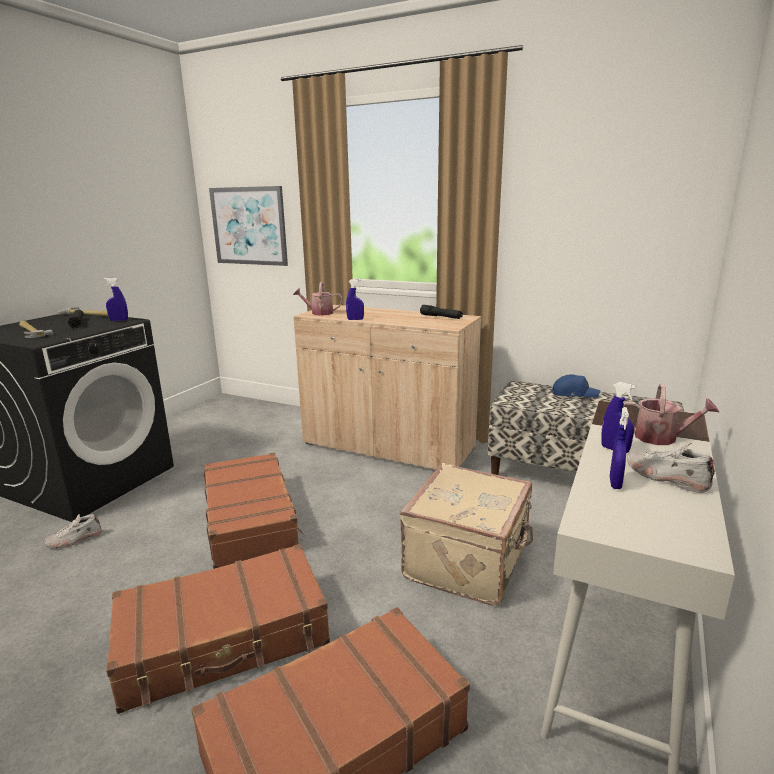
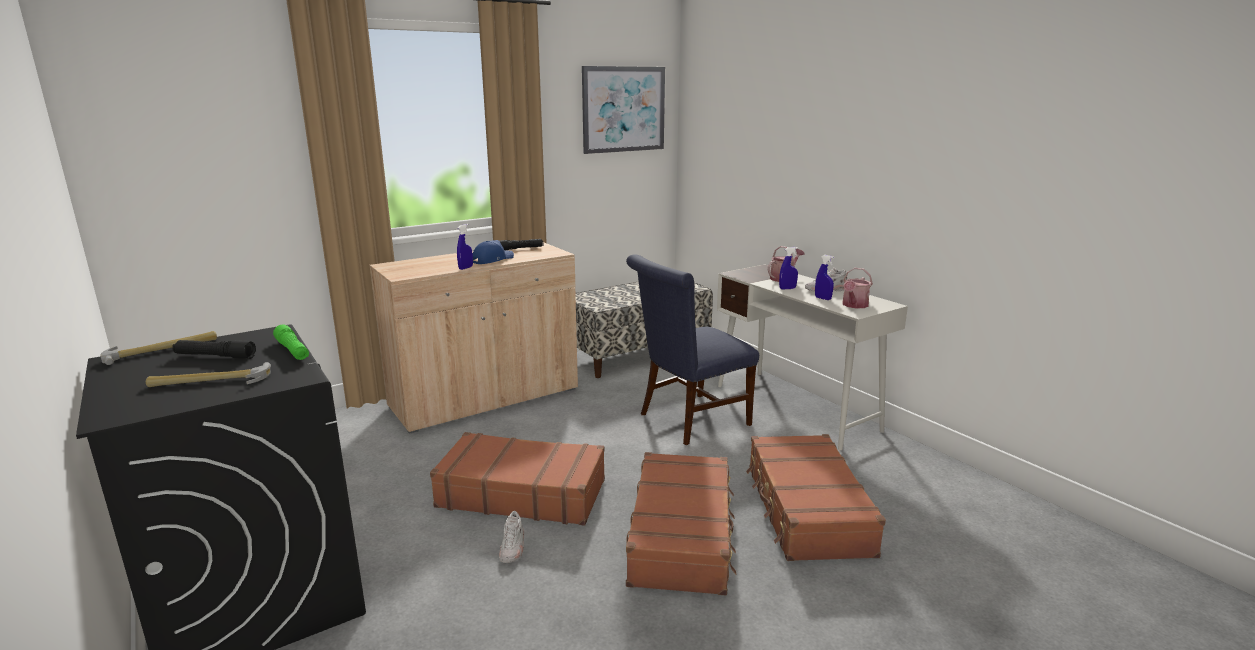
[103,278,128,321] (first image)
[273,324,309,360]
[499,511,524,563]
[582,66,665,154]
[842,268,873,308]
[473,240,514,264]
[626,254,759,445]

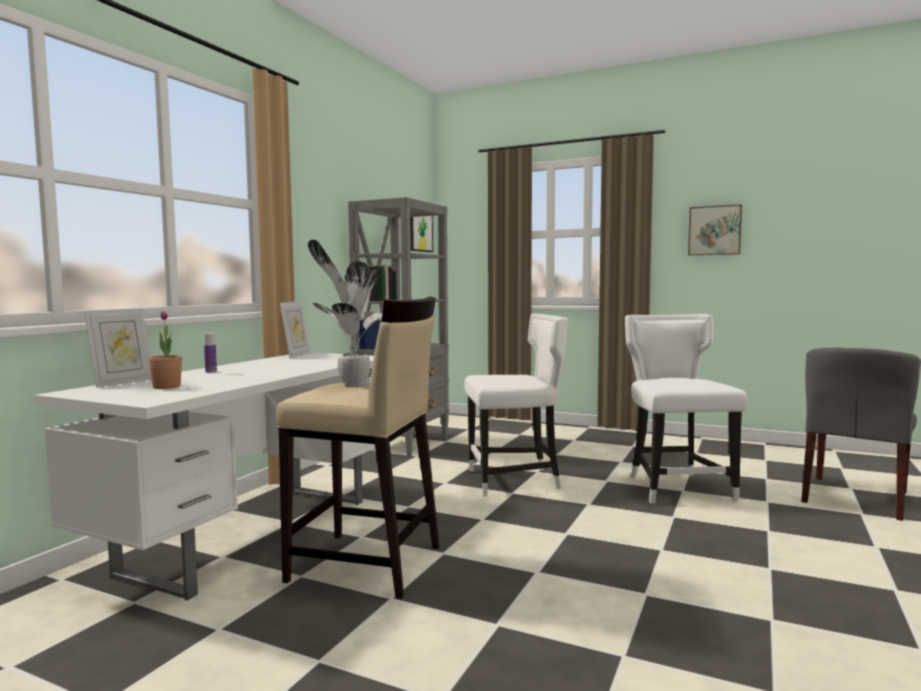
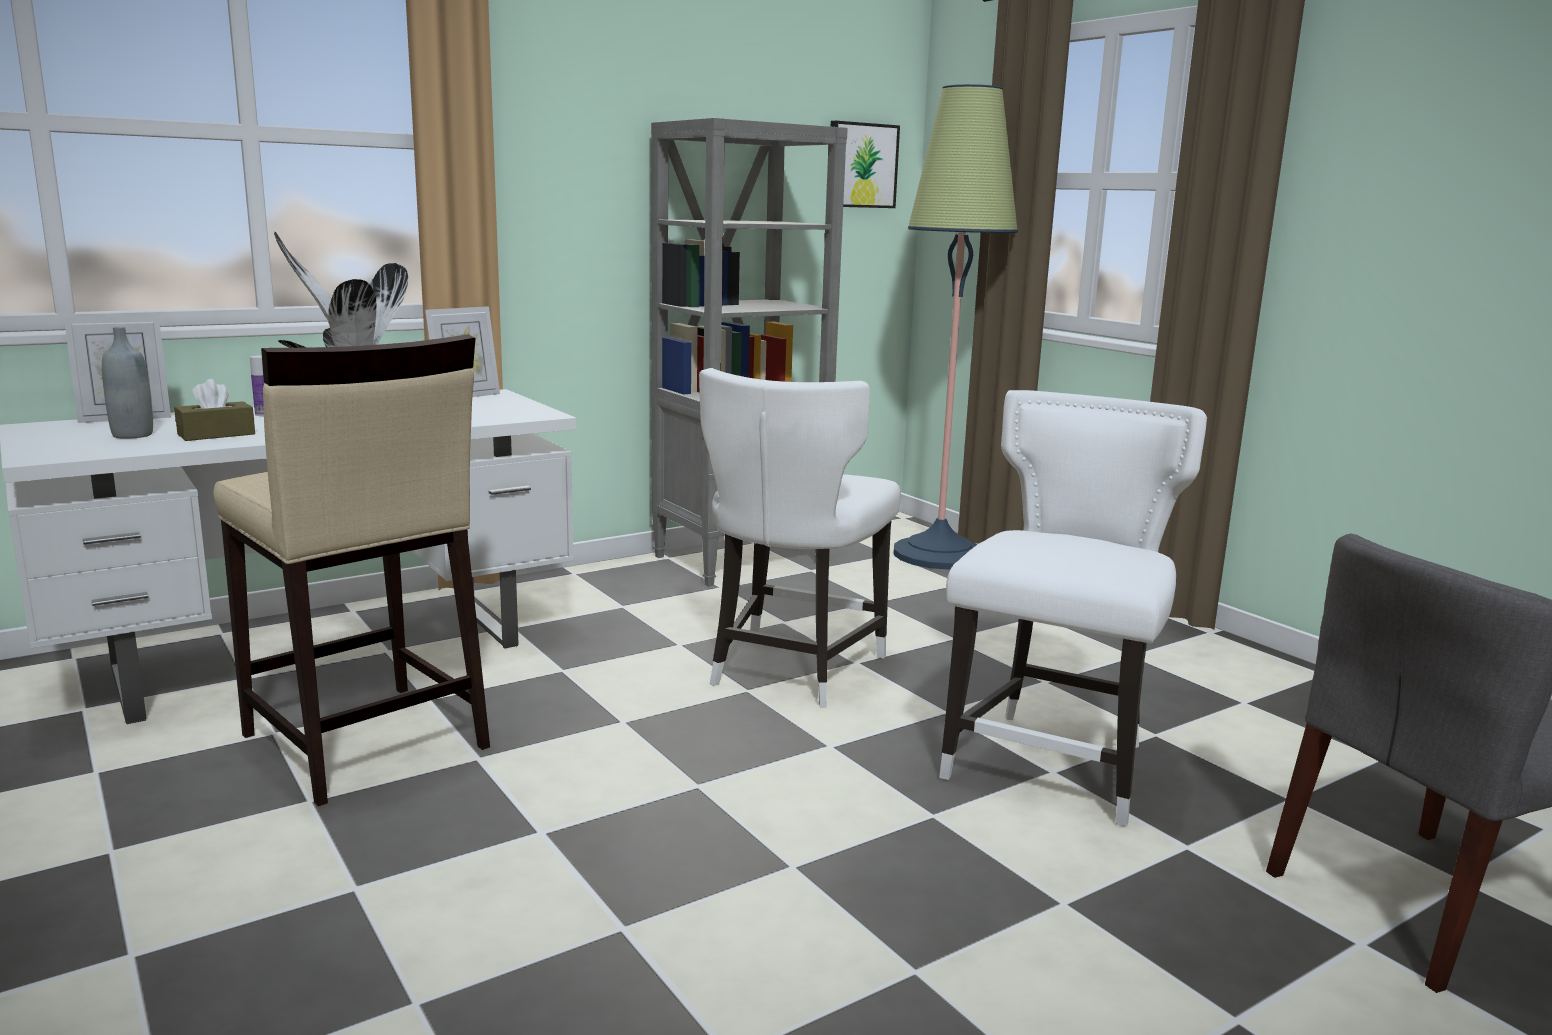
[688,204,742,255] (first image)
[174,379,255,441]
[893,84,1018,570]
[102,327,153,439]
[699,368,901,707]

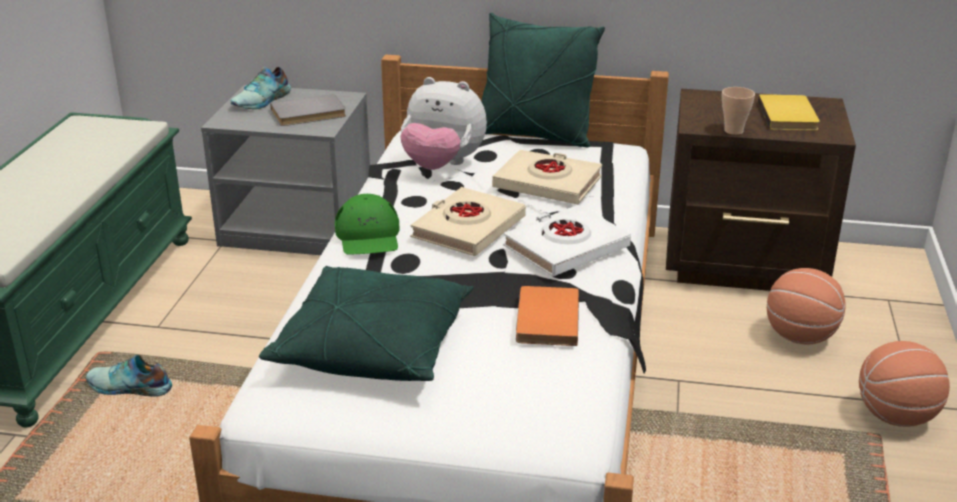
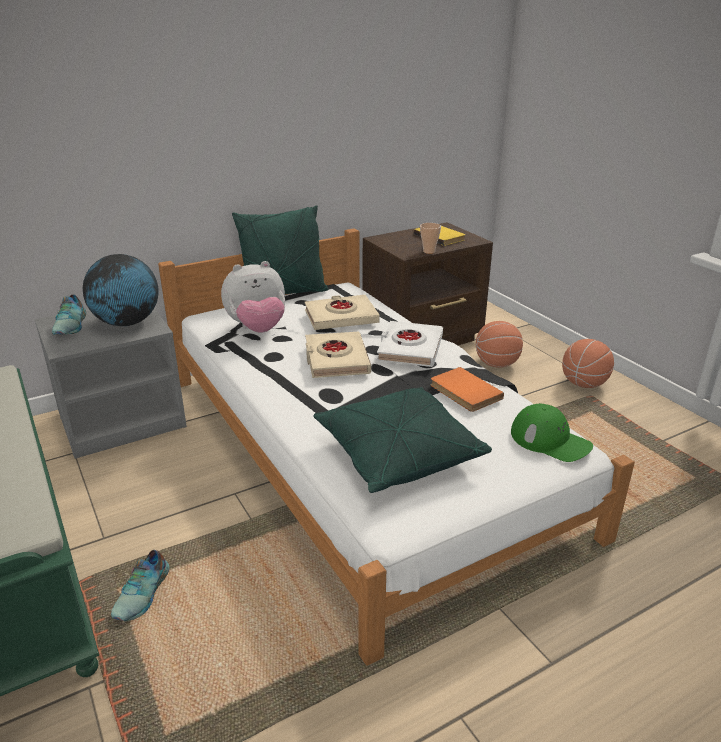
[511,403,593,462]
[83,254,159,326]
[111,550,169,621]

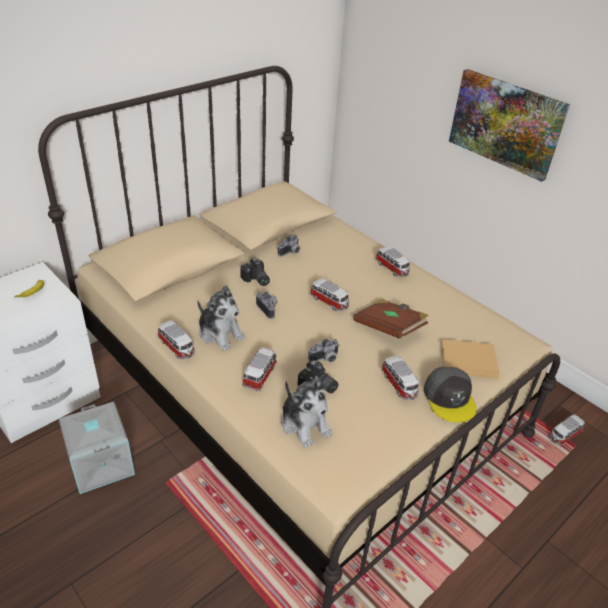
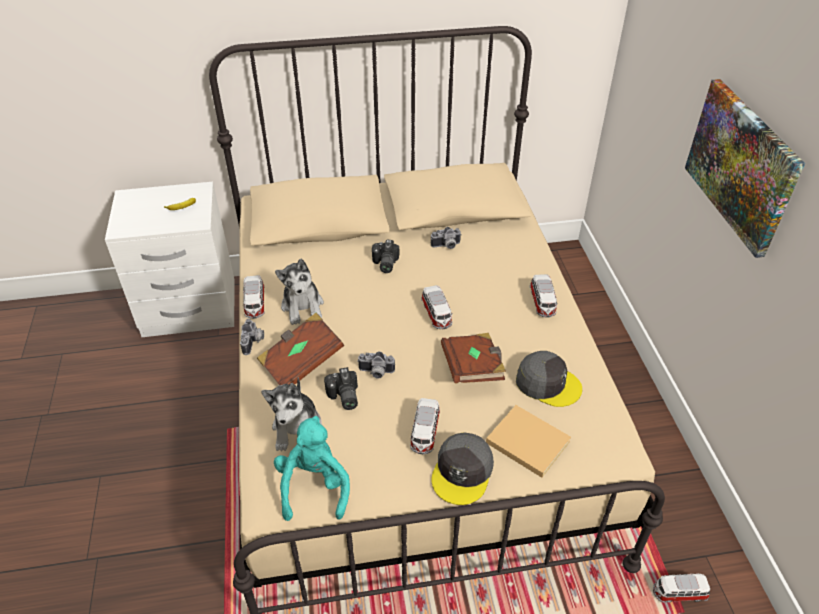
[59,402,135,494] (first image)
[274,416,350,521]
[516,351,582,407]
[240,319,264,355]
[257,313,344,385]

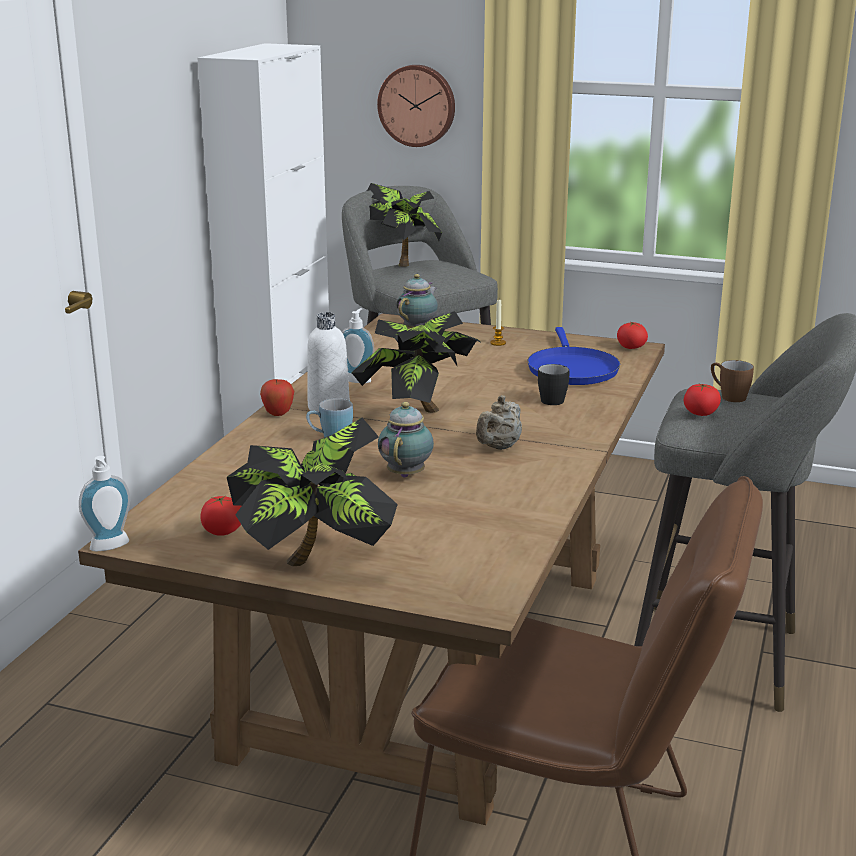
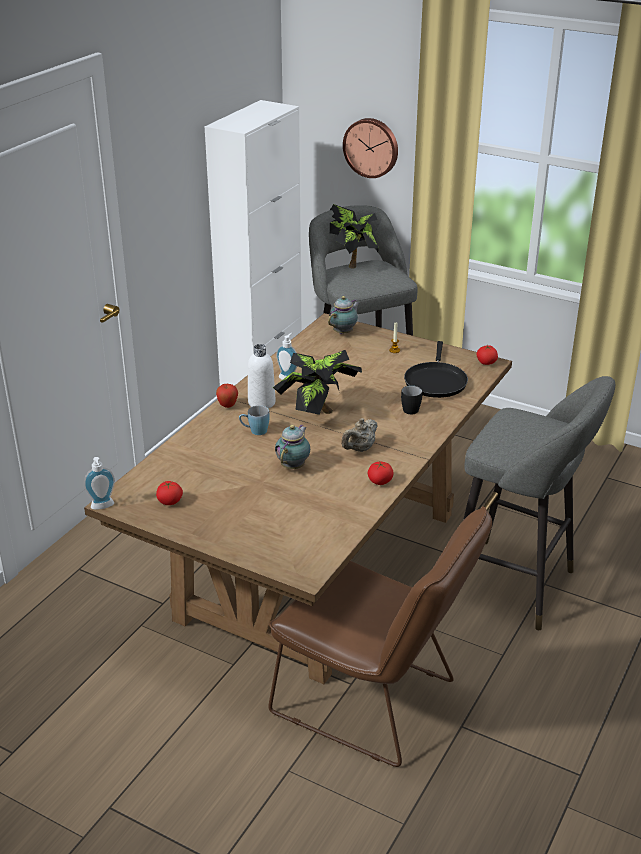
[227,418,398,566] (first image)
[711,360,754,402] (first image)
[368,462,393,485]
[404,341,468,398]

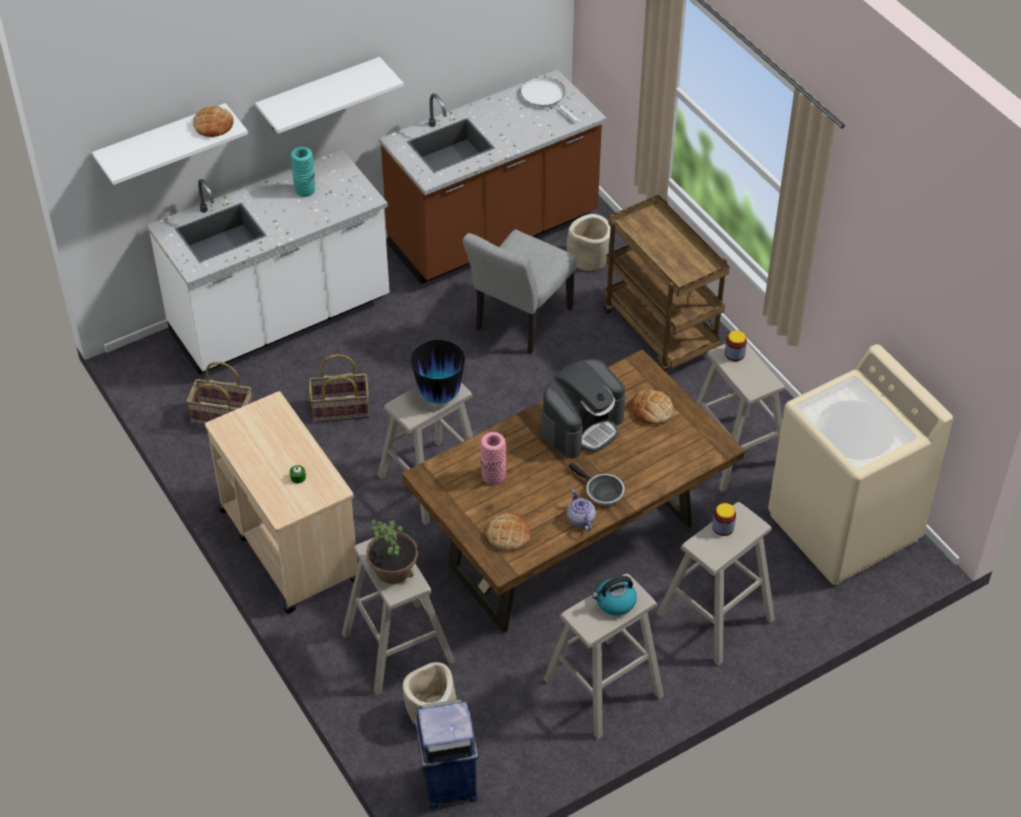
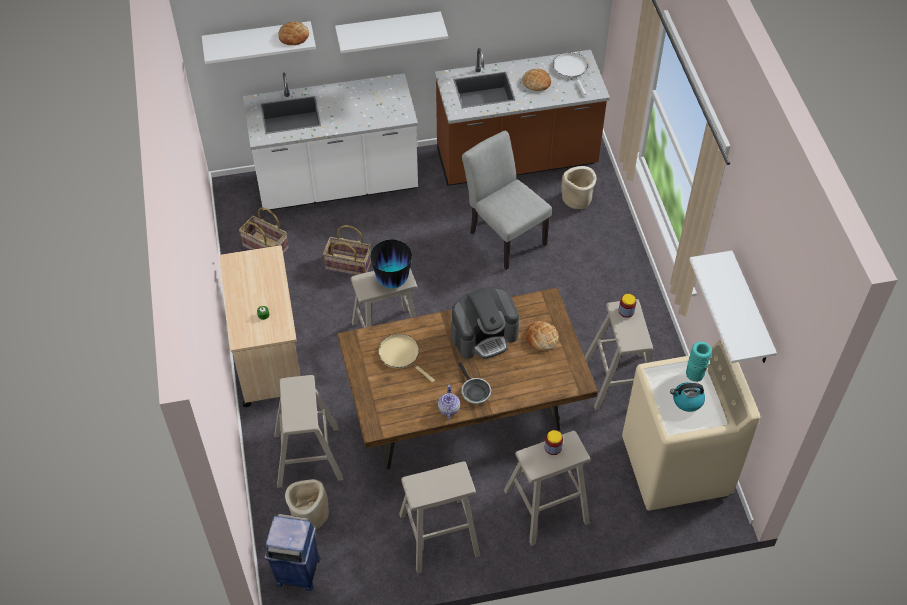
[366,519,418,584] (first image)
[604,195,729,371] (first image)
[689,251,777,363]
[686,342,712,382]
[522,69,551,91]
[670,382,705,412]
[378,334,435,383]
[462,130,552,270]

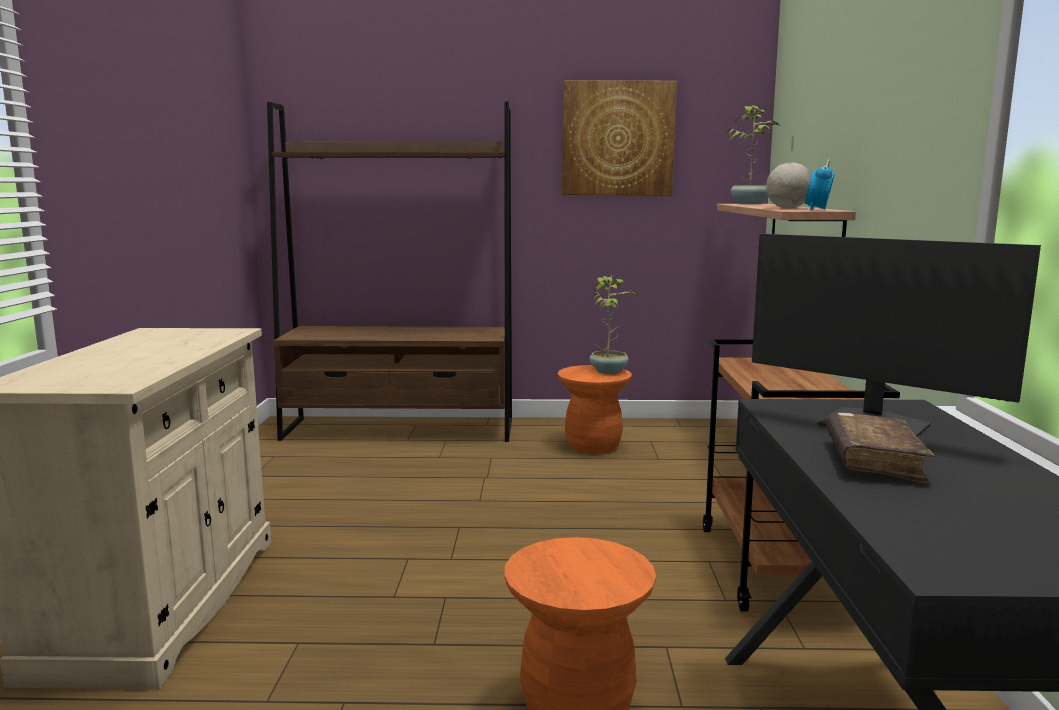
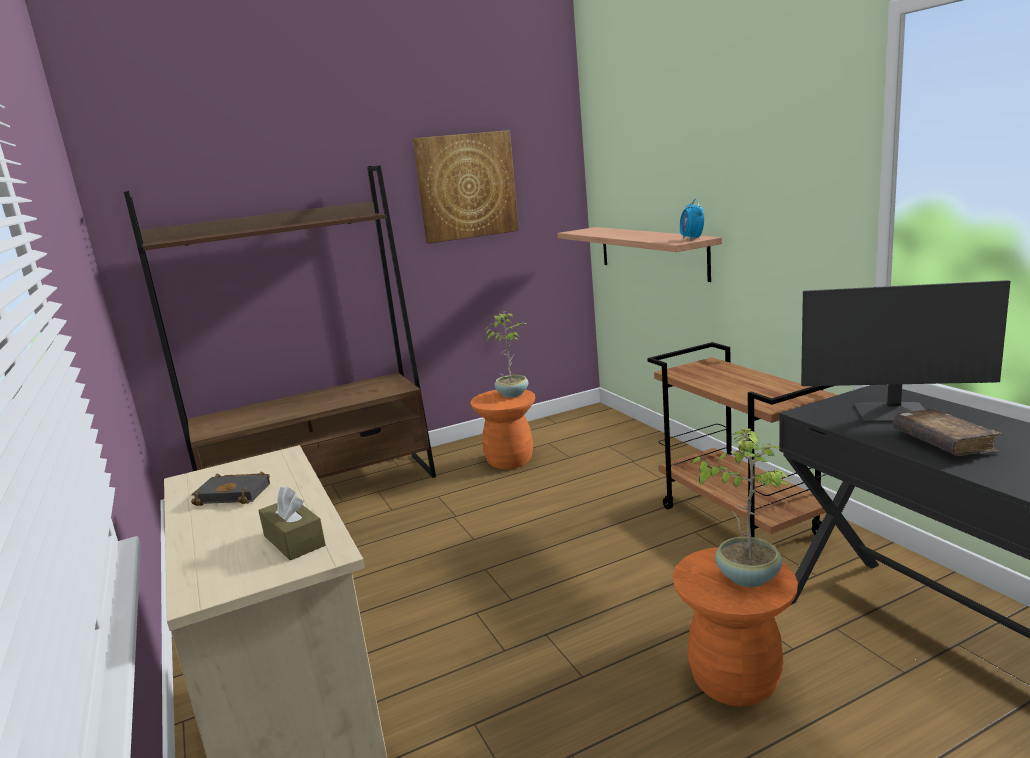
[766,136,812,209] (first image)
[191,472,270,506]
[259,486,326,560]
[690,428,790,587]

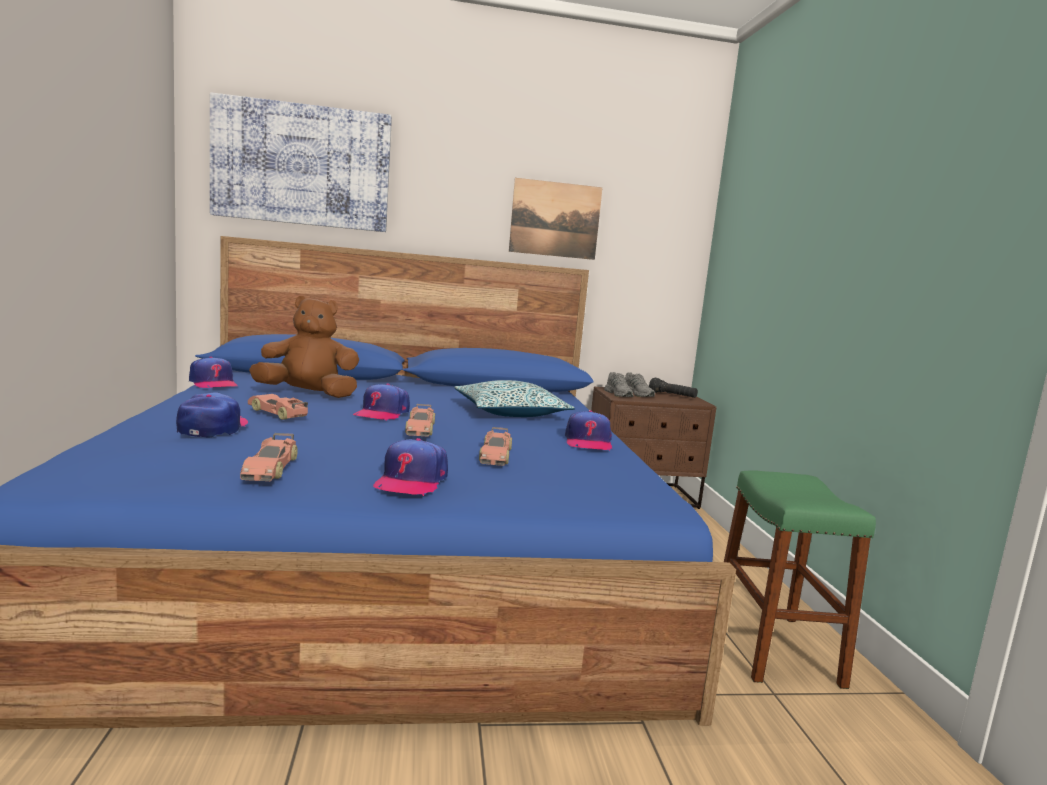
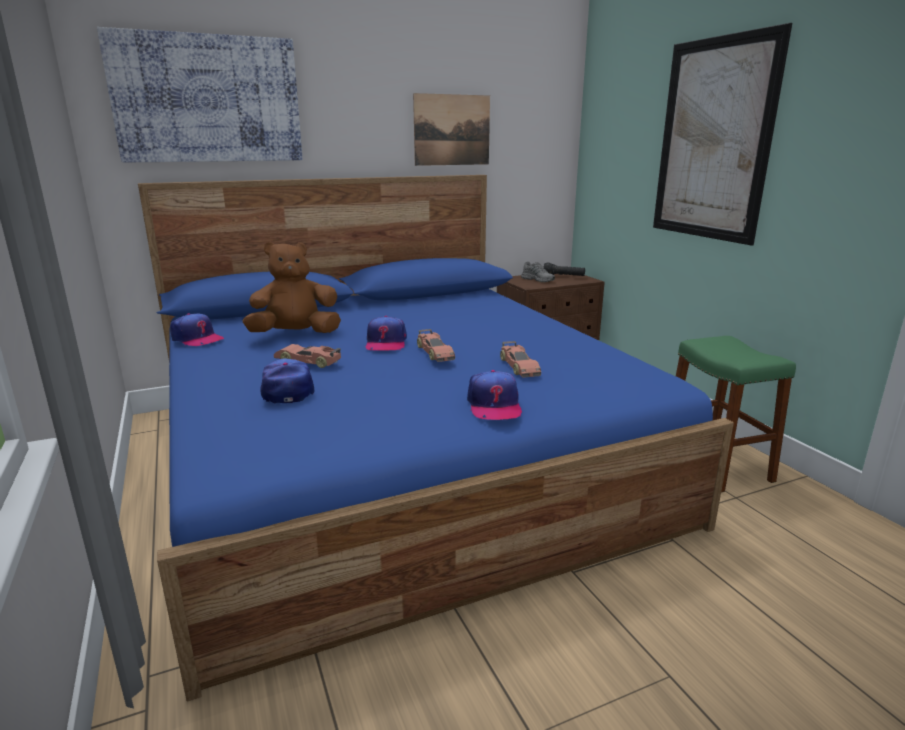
[240,433,298,481] (first image)
[455,380,575,417] (first image)
[565,410,612,450] (first image)
[604,372,634,397] (first image)
[653,23,792,246]

